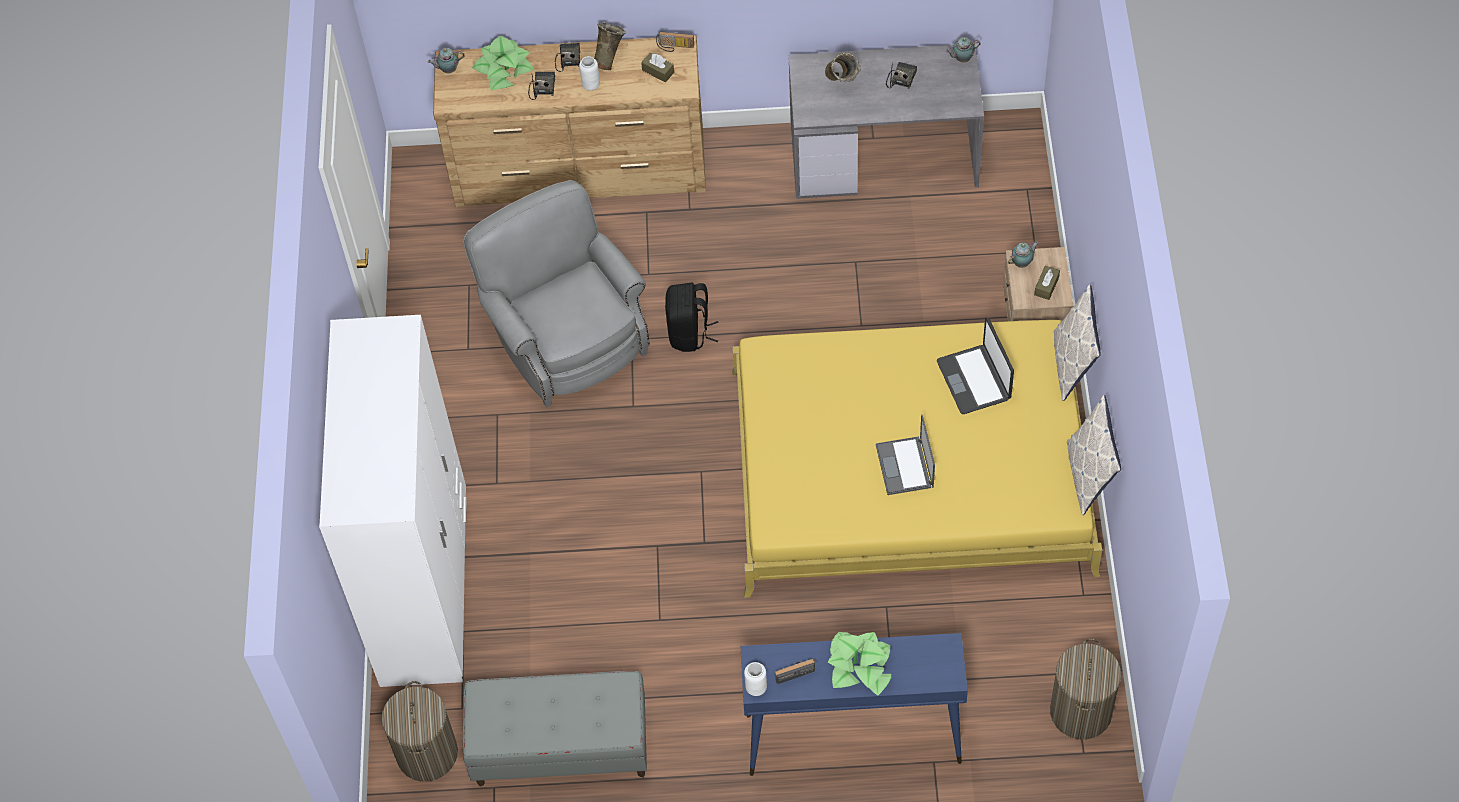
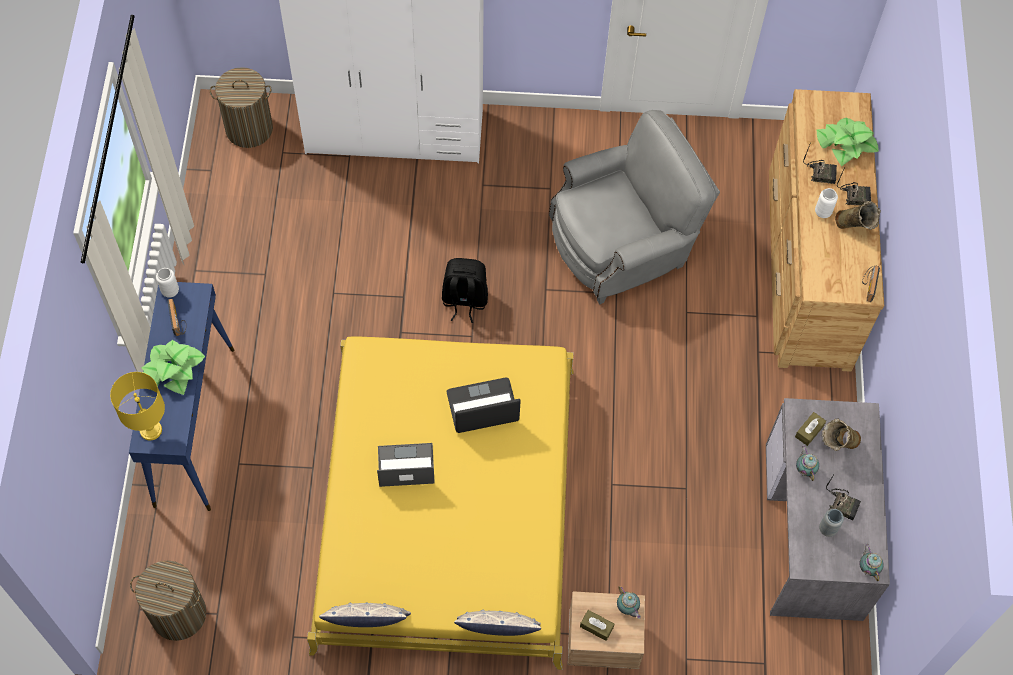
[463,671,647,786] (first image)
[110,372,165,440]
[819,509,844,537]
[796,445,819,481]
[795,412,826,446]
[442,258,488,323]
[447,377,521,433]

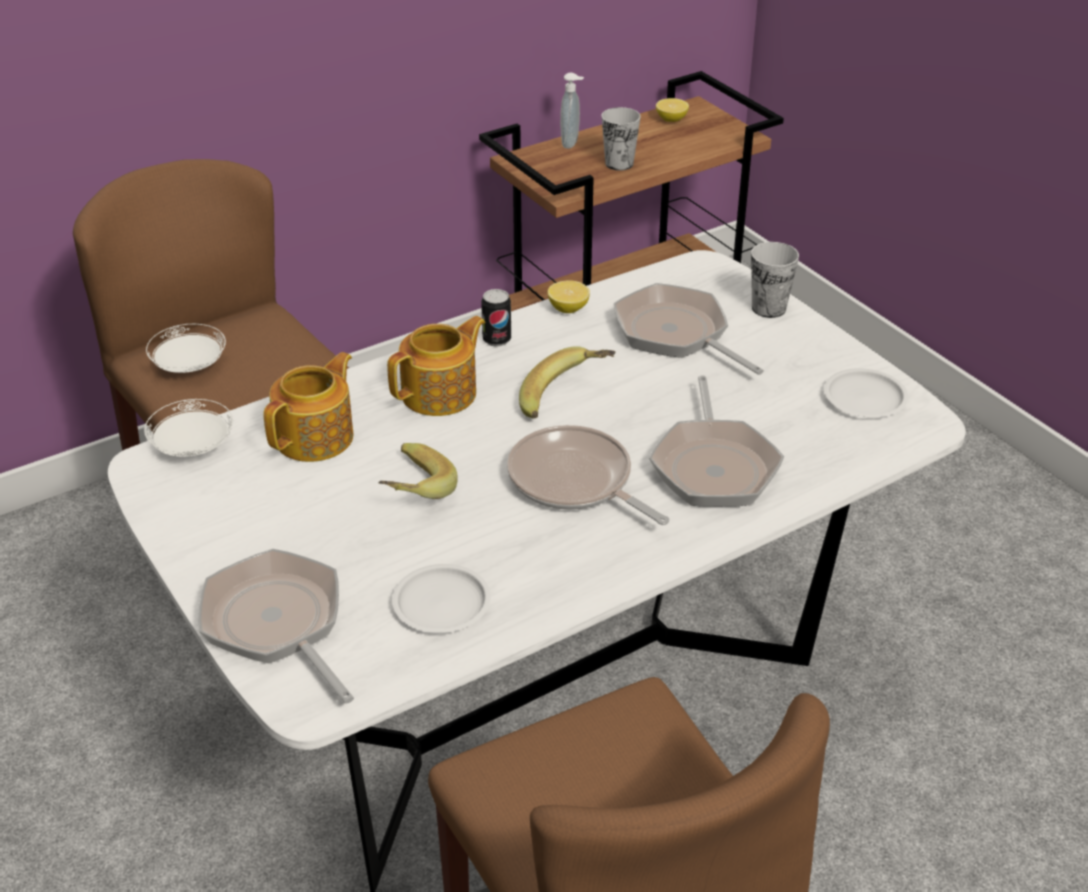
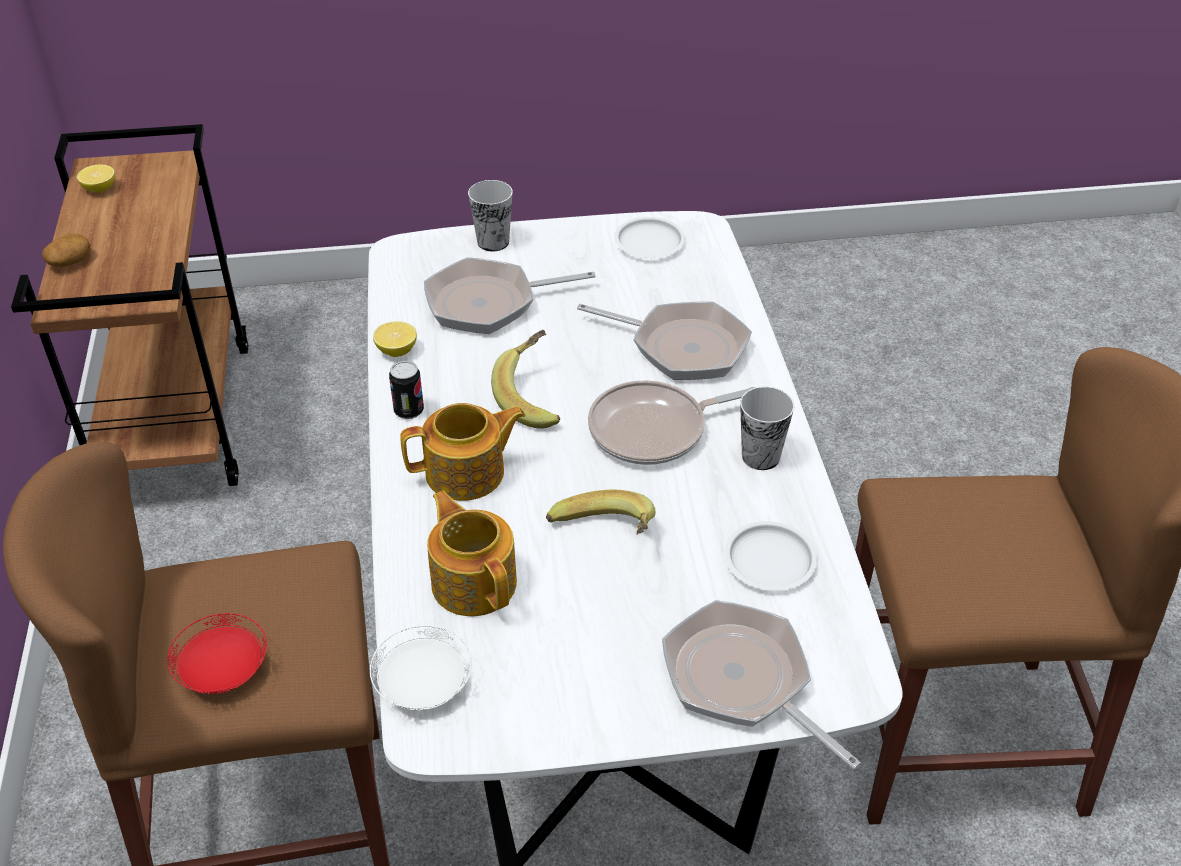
[740,386,794,470]
[42,233,91,267]
[167,613,267,694]
[662,600,861,770]
[400,403,526,501]

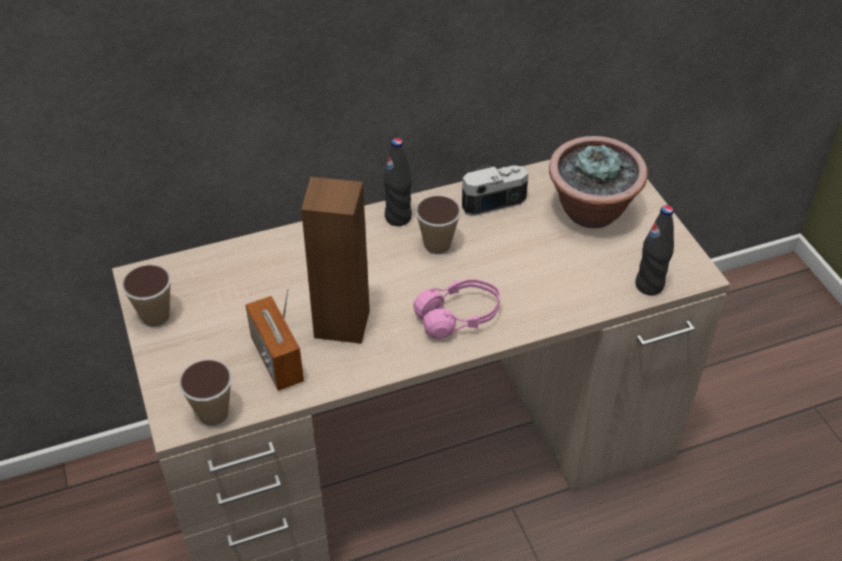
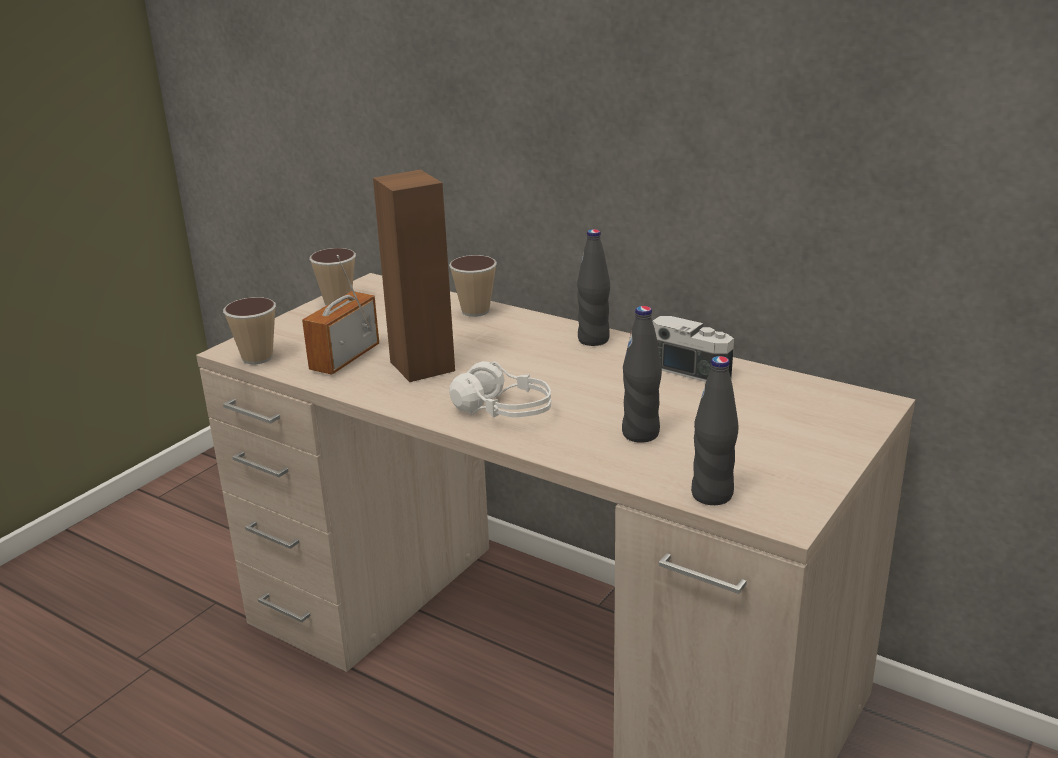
[549,136,648,228] (first image)
[622,306,662,443]
[449,255,497,317]
[449,361,551,418]

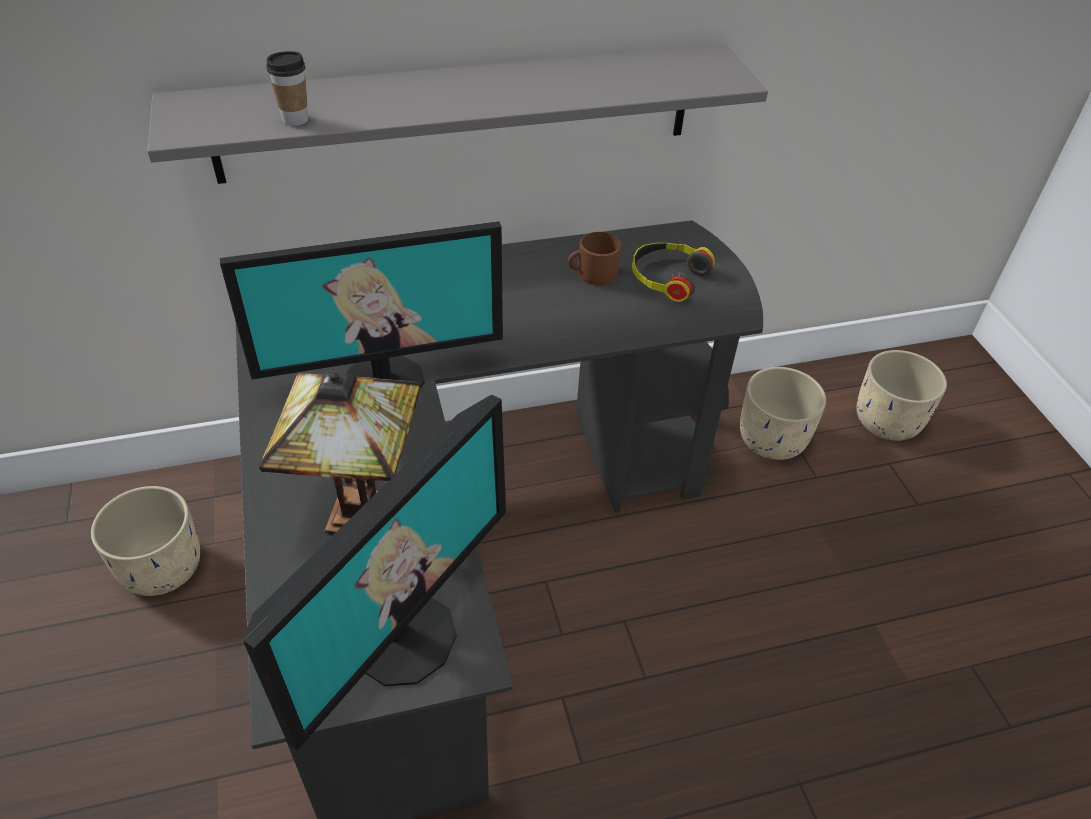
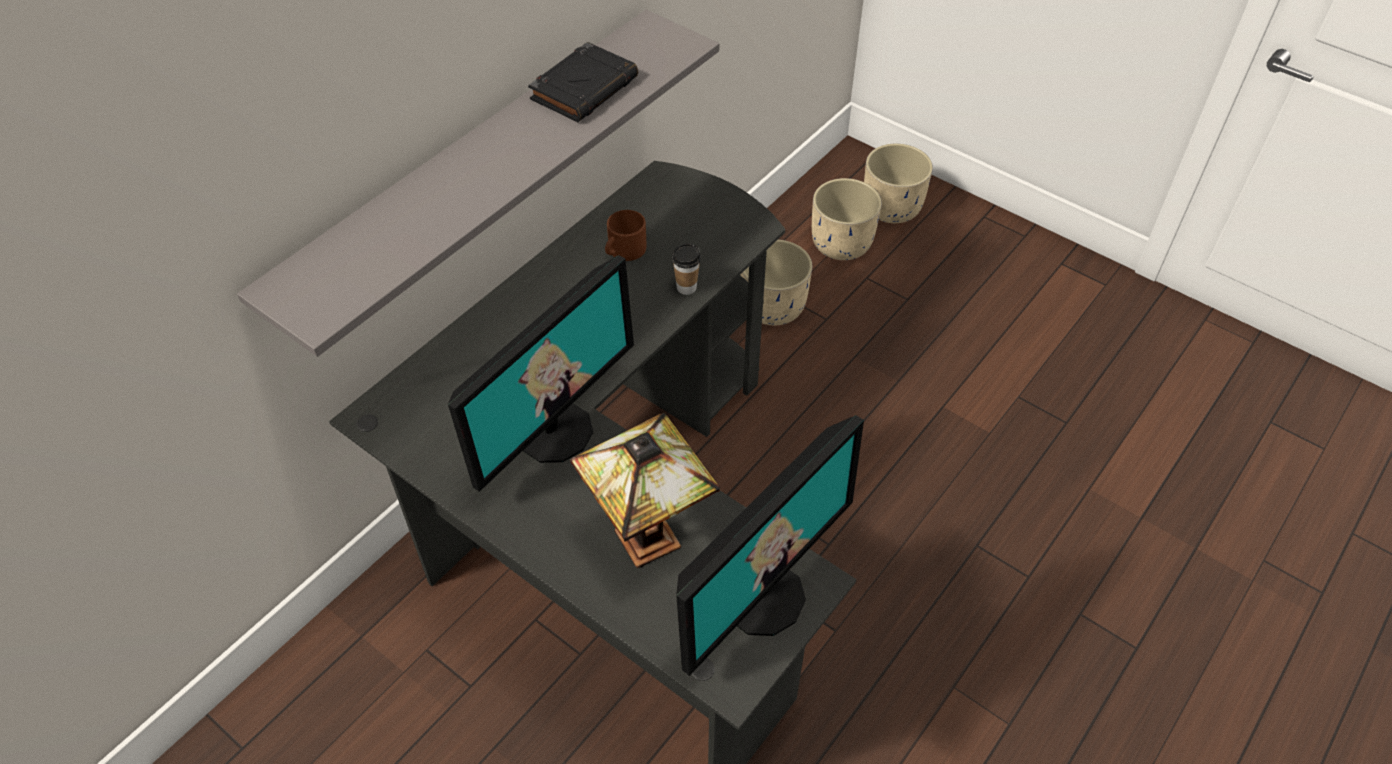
[632,243,715,302] (first image)
[528,42,638,122]
[864,144,933,223]
[672,243,701,295]
[676,415,864,676]

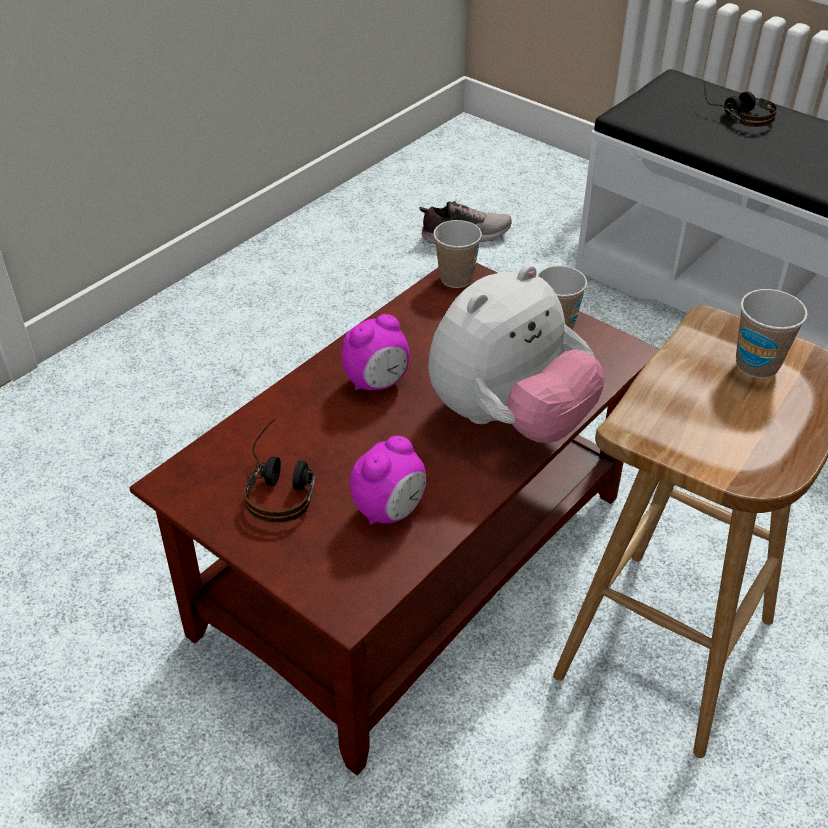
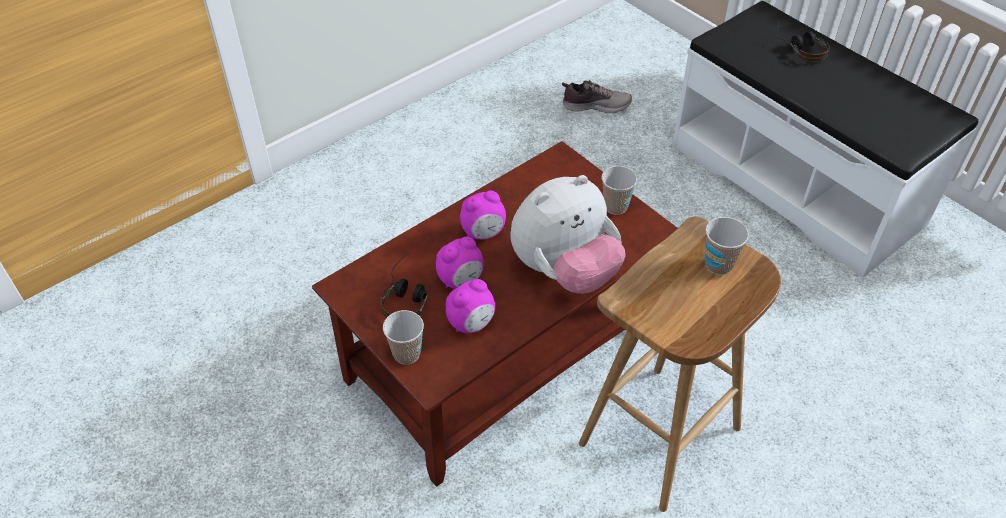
[436,237,484,289]
[383,310,424,365]

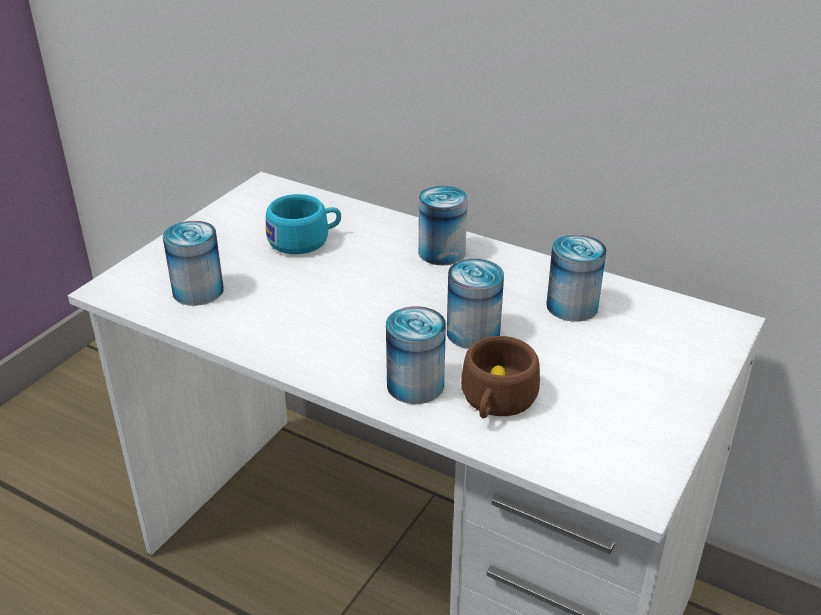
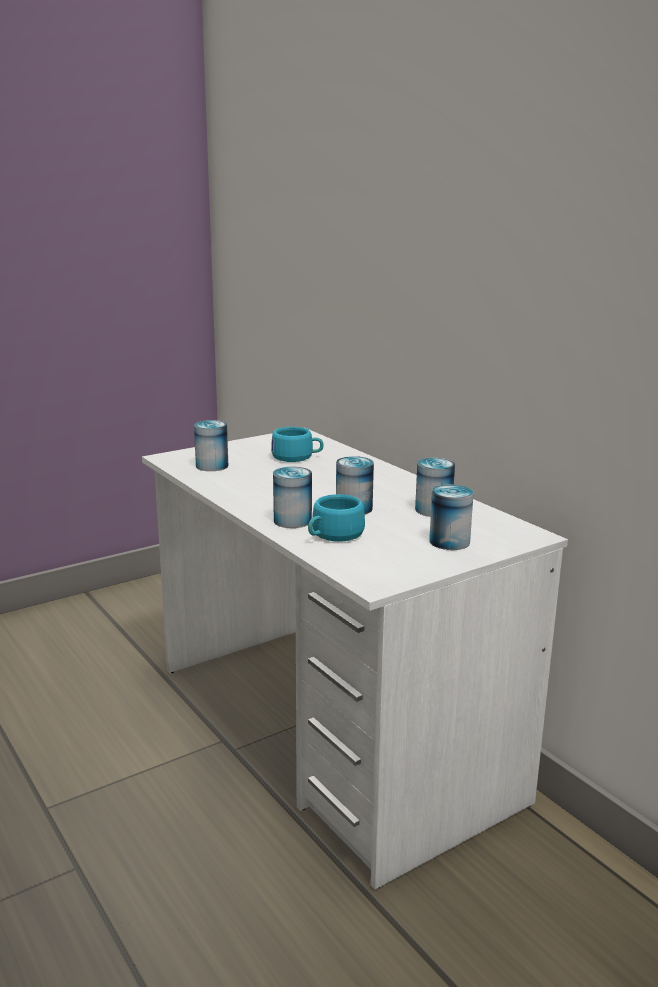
[429,485,474,550]
[308,494,365,542]

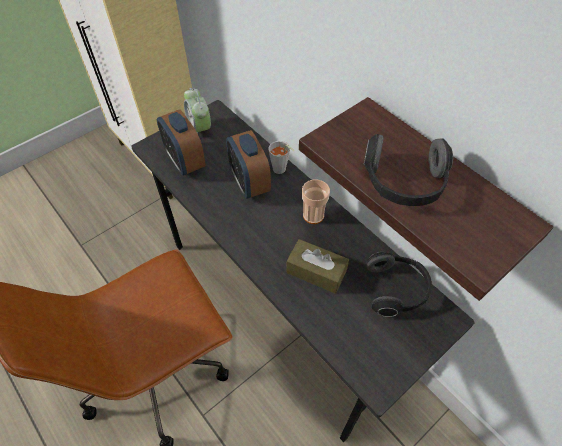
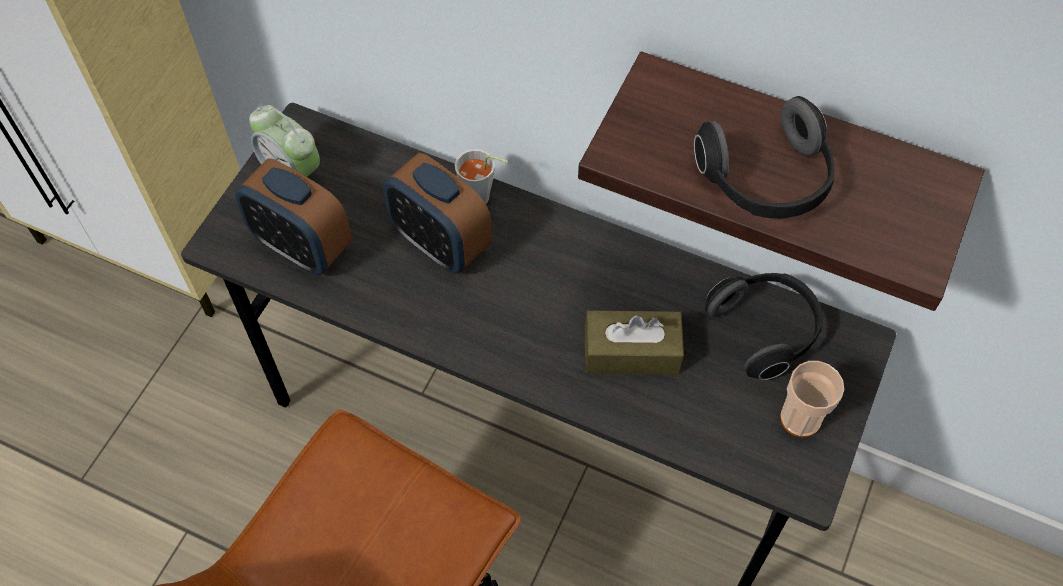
[780,361,845,437]

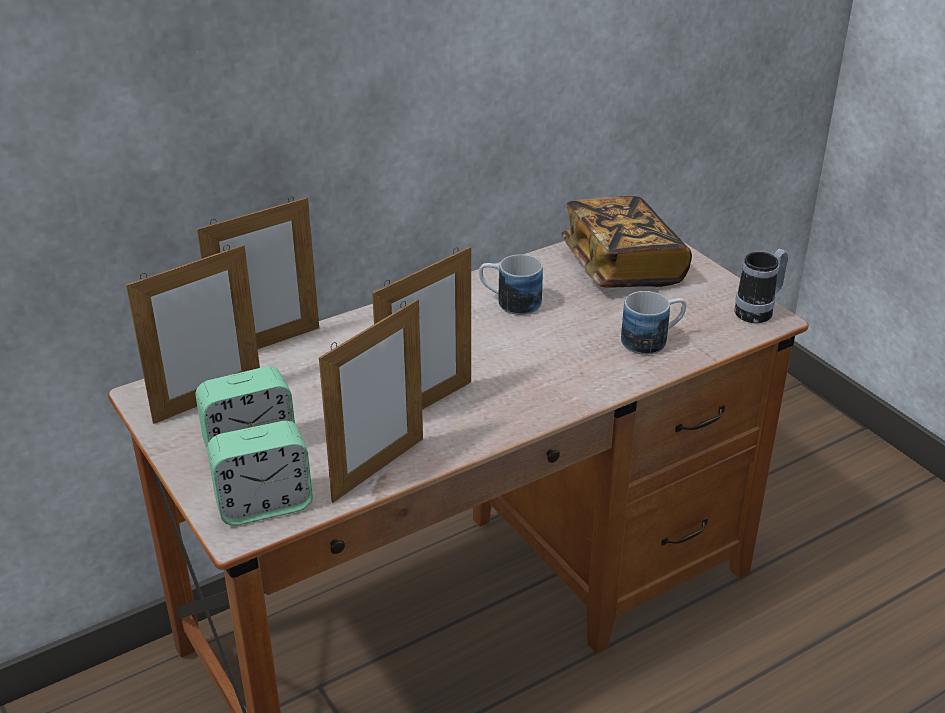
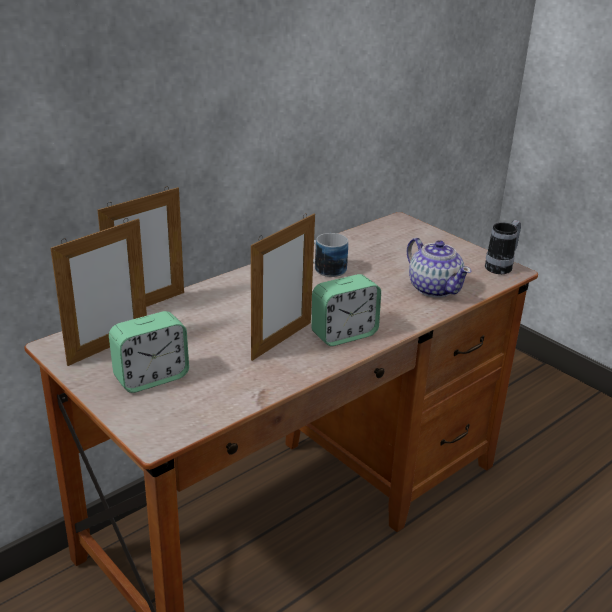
[319,299,423,503] (first image)
[562,196,692,288] (first image)
[311,274,381,346]
[407,238,471,298]

